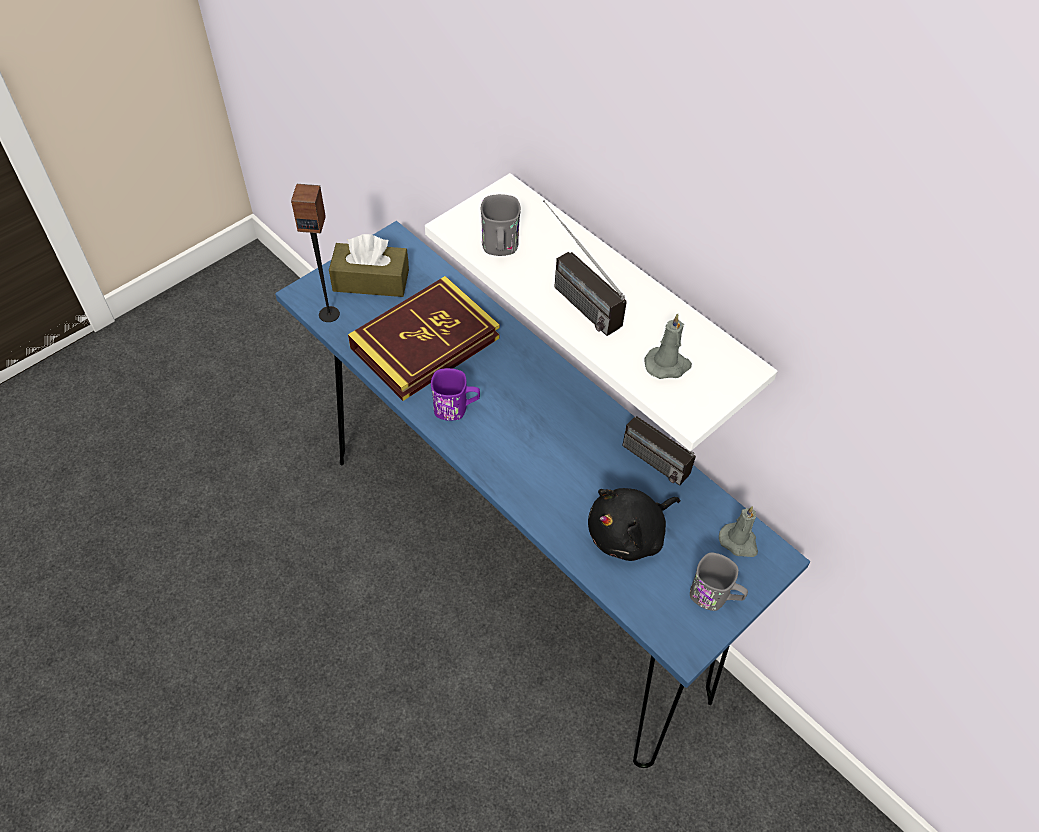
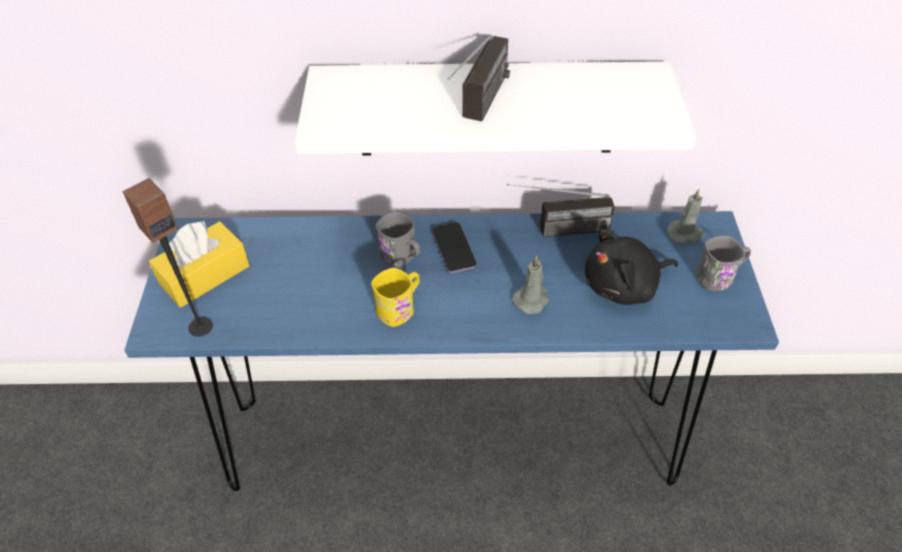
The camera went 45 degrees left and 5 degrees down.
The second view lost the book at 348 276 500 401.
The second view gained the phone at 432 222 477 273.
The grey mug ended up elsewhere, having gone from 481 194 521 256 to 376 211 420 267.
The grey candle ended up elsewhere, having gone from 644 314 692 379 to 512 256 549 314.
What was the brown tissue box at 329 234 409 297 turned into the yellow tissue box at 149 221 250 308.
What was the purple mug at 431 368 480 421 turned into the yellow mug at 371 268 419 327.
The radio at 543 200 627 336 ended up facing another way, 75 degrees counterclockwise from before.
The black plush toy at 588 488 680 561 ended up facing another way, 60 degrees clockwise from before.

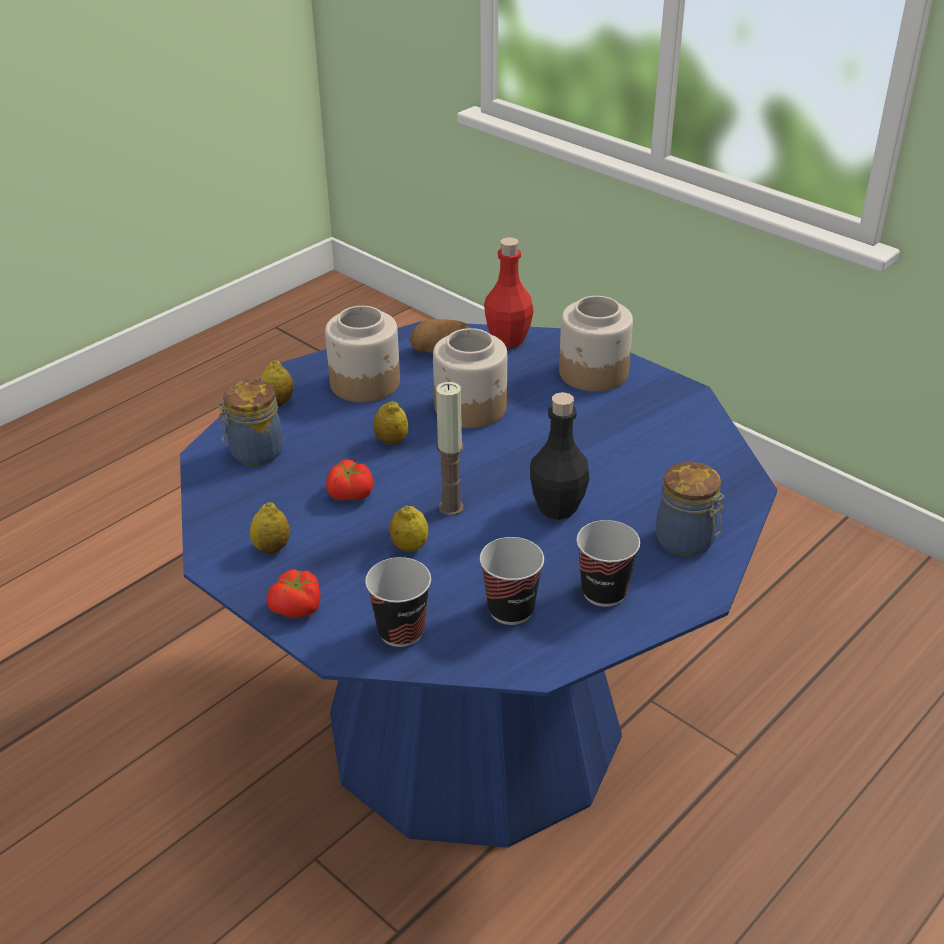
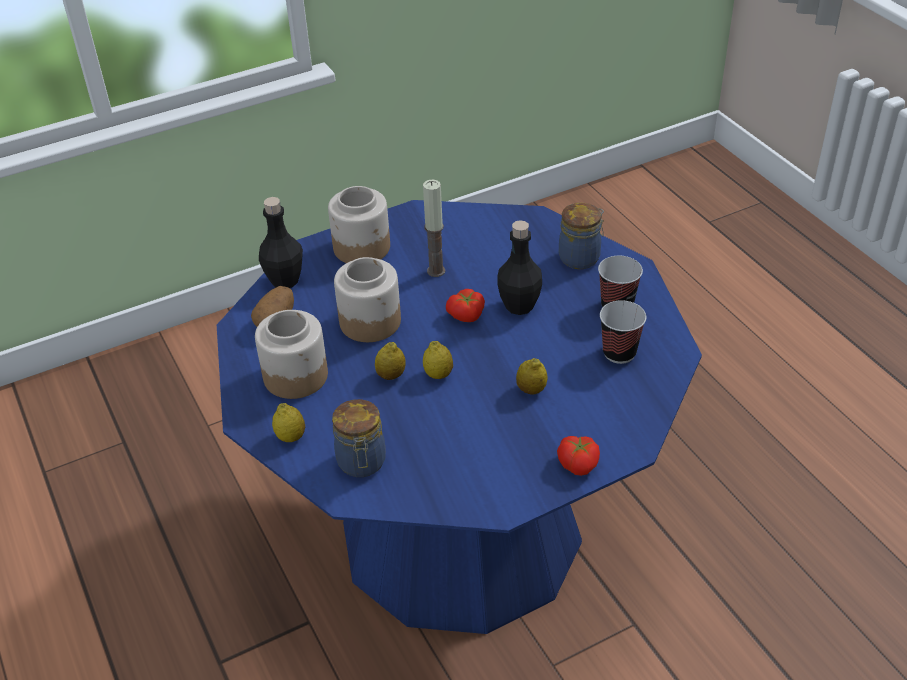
The camera went 70 degrees left and 5 degrees up.
The second view lost the cup at 365 557 431 647.
The lemon ended up elsewhere, having gone from 250 502 290 555 to 423 341 453 379.
The tomato ended up elsewhere, having gone from 326 459 374 501 to 446 289 485 322.
The candle ended up elsewhere, having gone from 436 382 464 516 to 423 180 445 277.
What was the red bottle at 484 237 534 349 turned into the black bottle at 259 197 303 288.

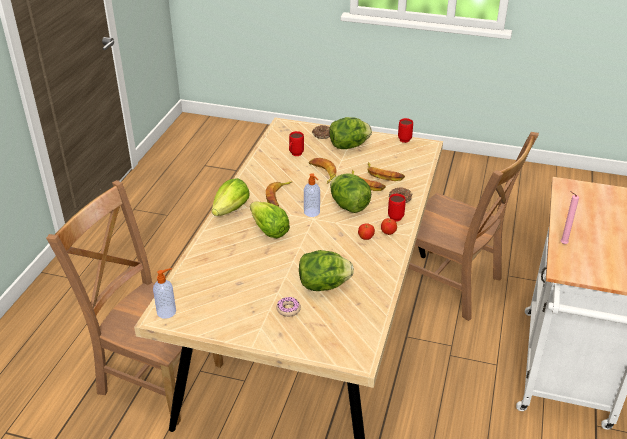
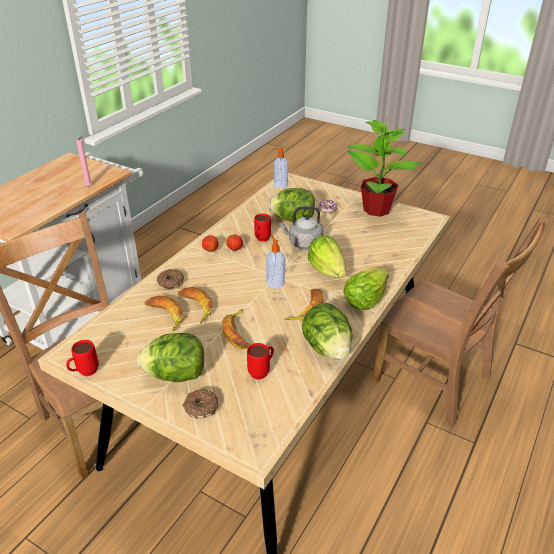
The camera went 165 degrees left and 0 degrees up.
The second view gained the grey kettle at 279 206 323 249.
The second view gained the potted plant at 348 120 423 217.
The soap dispenser ended up elsewhere, having gone from 153 268 176 319 to 272 148 288 188.
The lettuce ended up elsewhere, having gone from 330 173 371 213 to 302 303 352 359.
The red mug ended up elsewhere, having gone from 388 194 406 222 to 254 213 271 242.

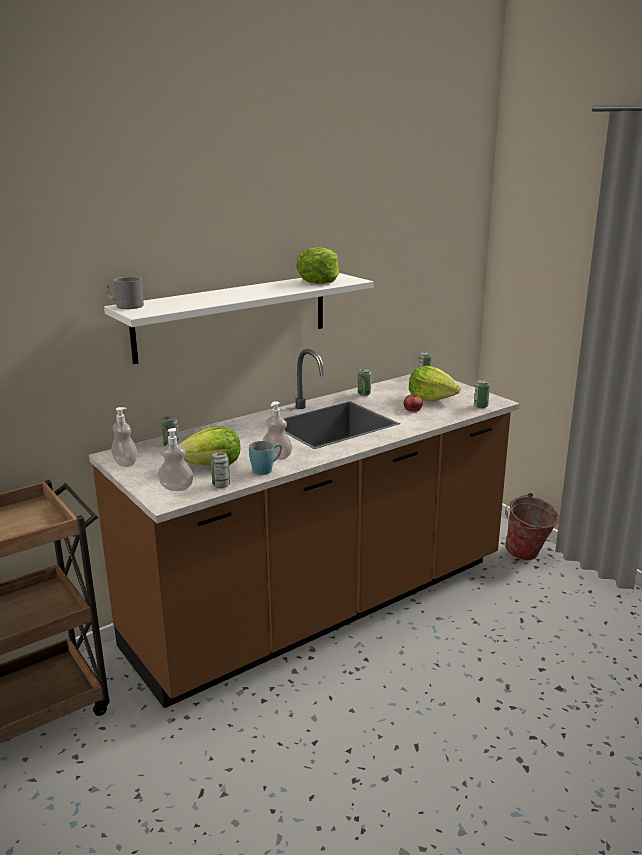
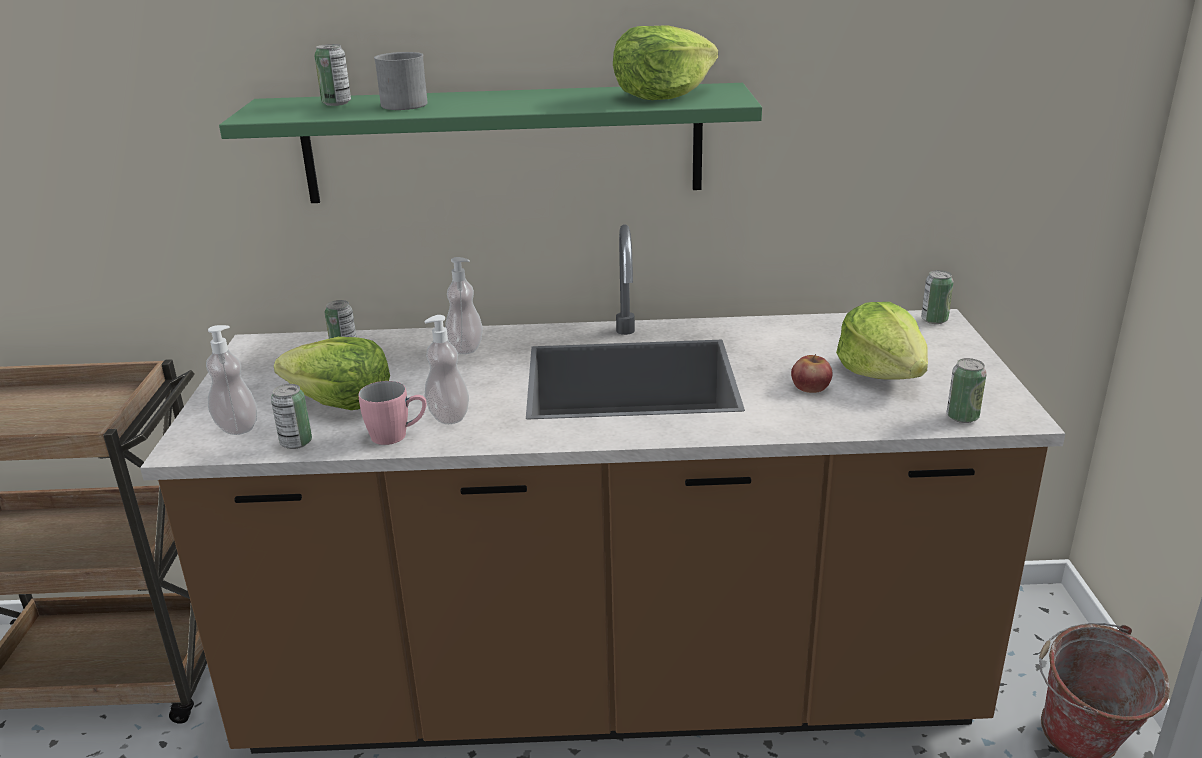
The camera went 35 degrees right and 5 degrees up.
The grey mug ended up elsewhere, having gone from 106 277 144 309 to 374 52 428 110.
The soap dispenser ended up elsewhere, having gone from 111 407 137 467 to 445 257 483 354.
The can ended up elsewhere, having gone from 358 368 371 396 to 314 44 351 106.
What was the white shelf at 104 273 374 364 turned into the green shelf at 219 83 762 203.
What was the blue mug at 249 441 282 475 turned into the pink mug at 358 381 427 445.

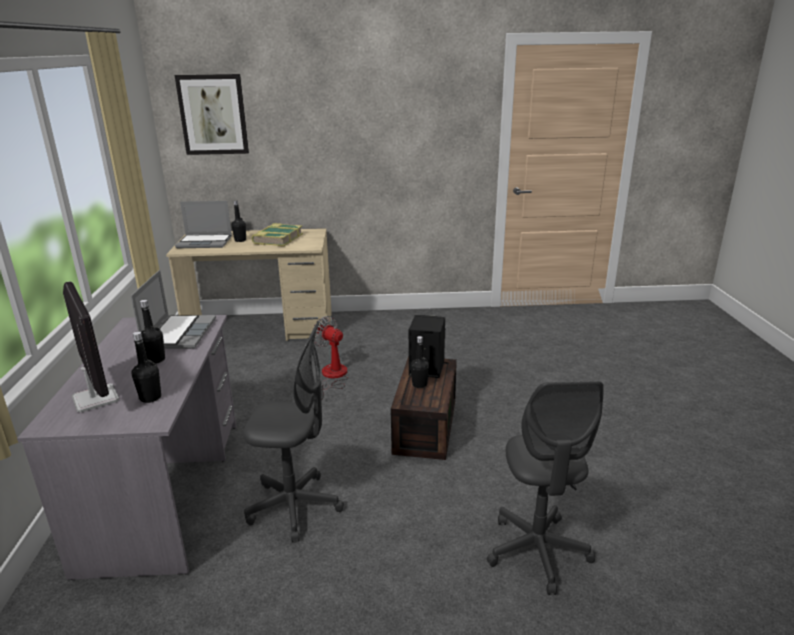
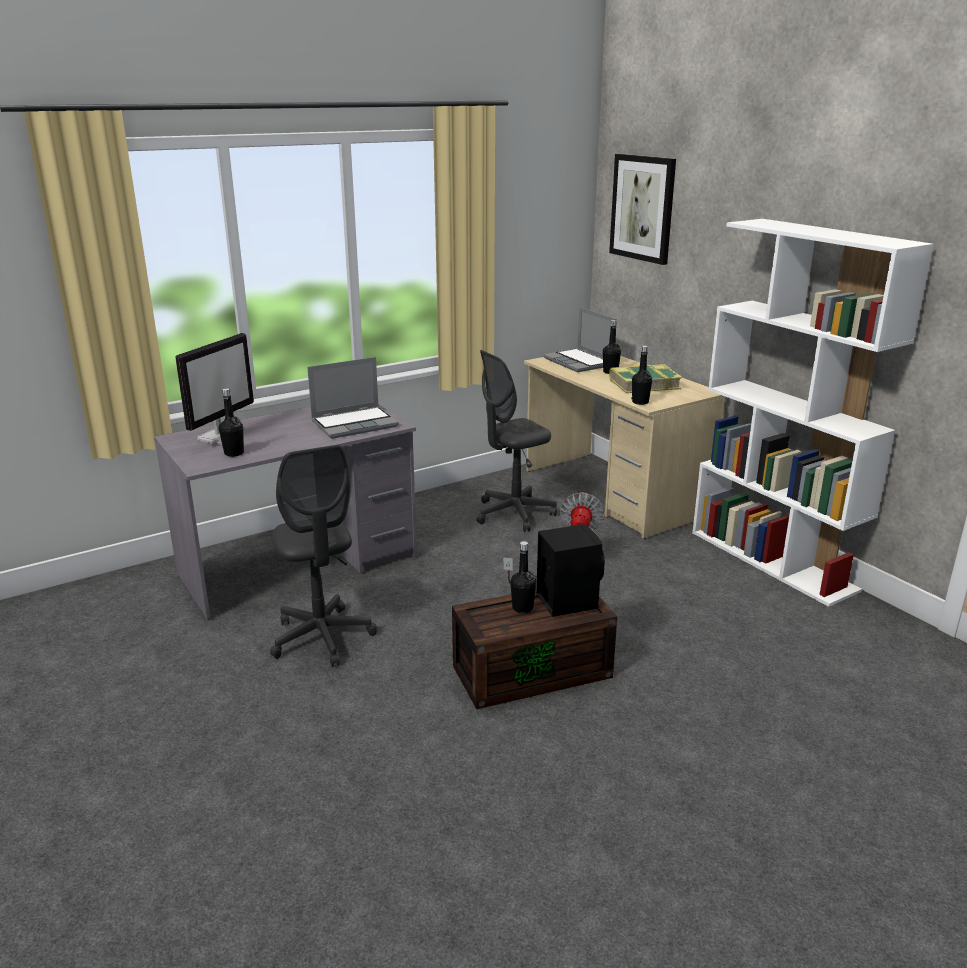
The camera went 60 degrees right and 0 degrees up.
The second view gained the white bookcase at 692 219 934 607.
The black bottle ended up elsewhere, having gone from 140 300 165 364 to 632 345 652 405.
The grey office chair ended up elsewhere, having gone from 487 381 604 595 to 477 350 557 532.

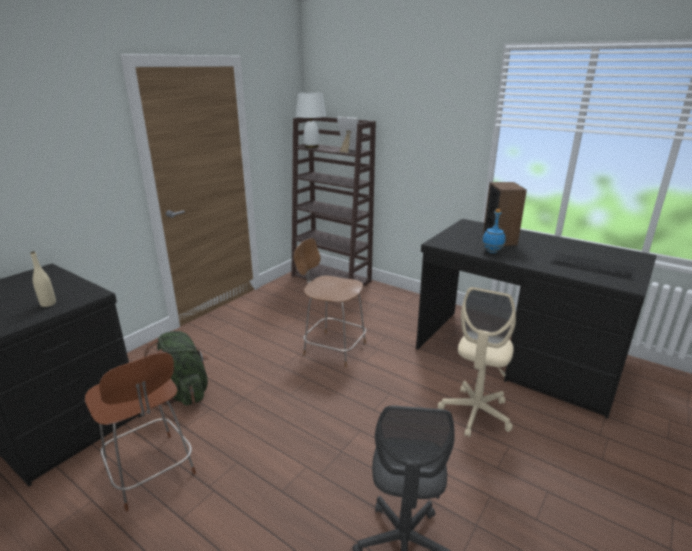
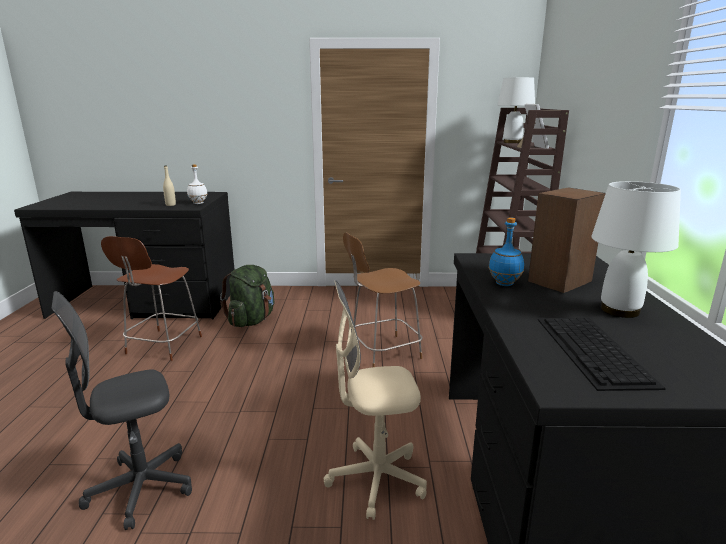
The camera went 55 degrees right and 5 degrees down.
The second view gained the white bottle at 187 164 207 204.
The second view gained the white table lamp at 591 181 681 318.
The brown chair at 294 238 366 368 ended up facing another way, 105 degrees counterclockwise from before.

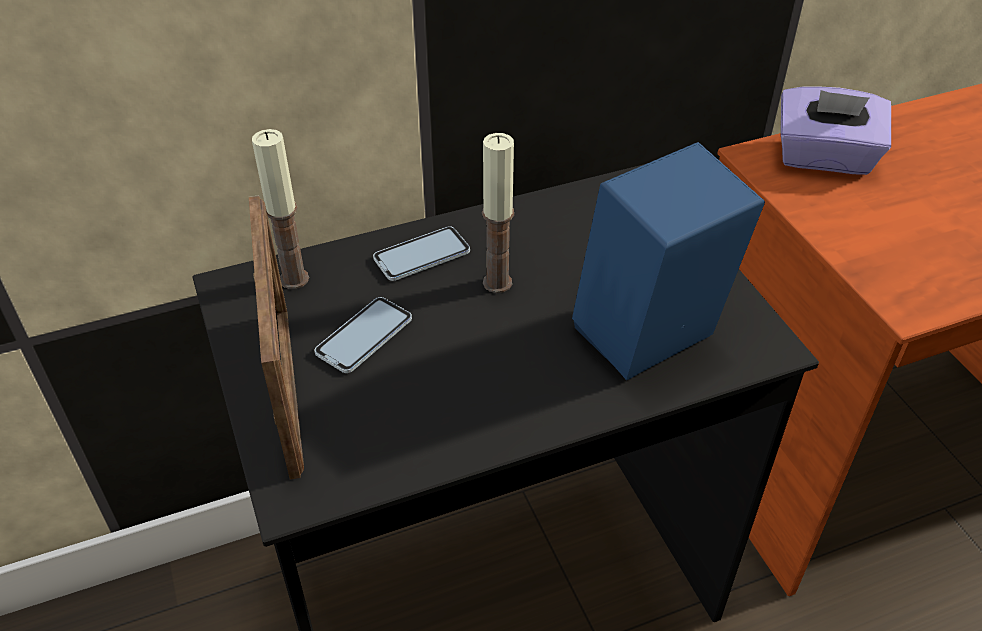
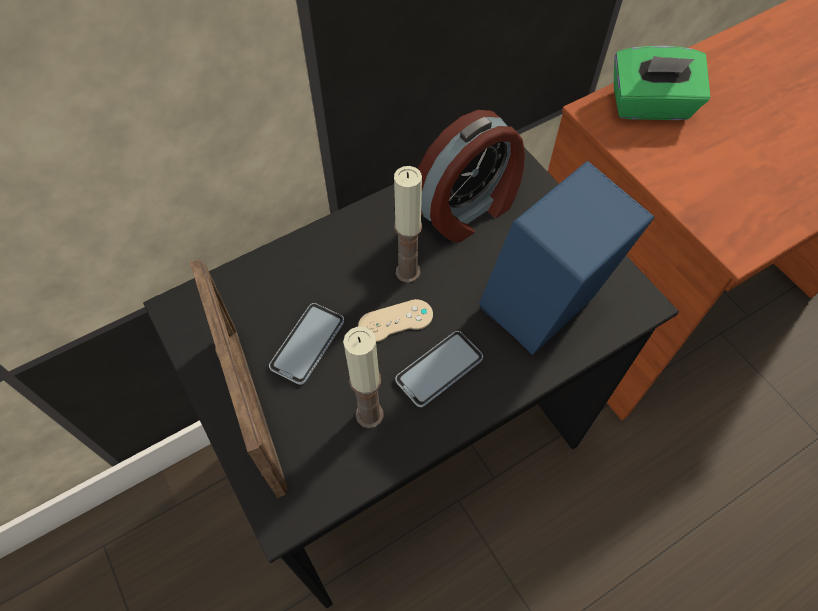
The camera went 10 degrees left and 15 degrees up.
The second view gained the beige game controller at 358 299 433 342.
The second view gained the alarm clock at 418 110 525 242.
The candle ended up elsewhere, having gone from 252 129 309 289 to 343 327 384 428.
The phone ended up elsewhere, having gone from 373 226 470 281 to 395 331 483 407.
What was the purple tissue box at 781 86 891 175 turned into the green tissue box at 614 46 710 120.

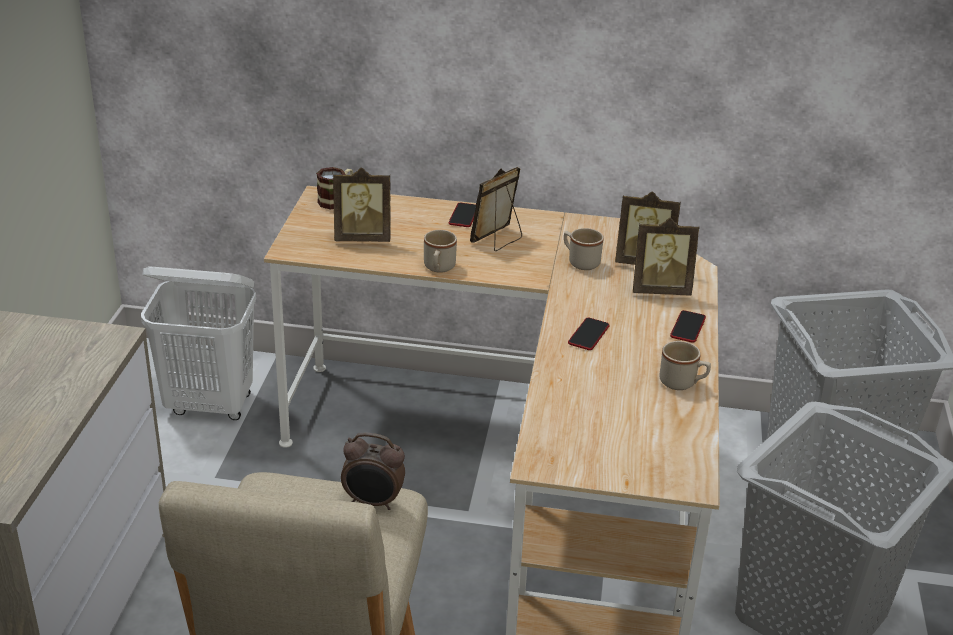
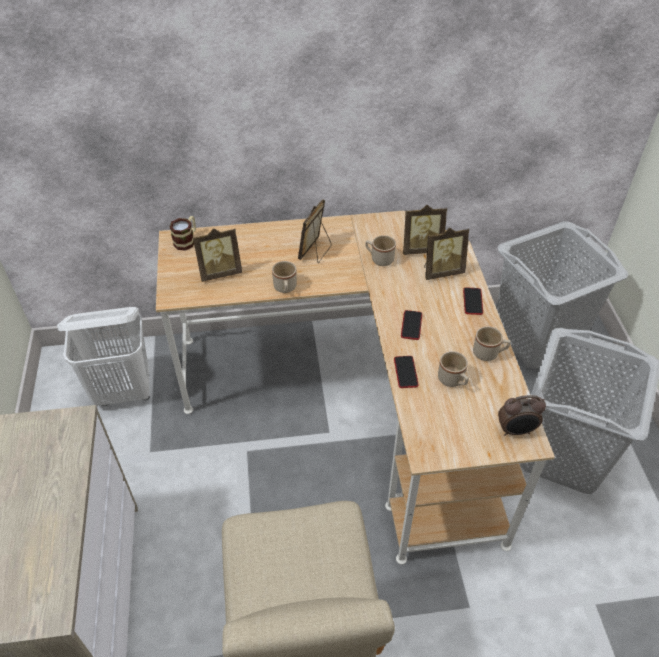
The camera went 15 degrees left and 15 degrees up.
The second view gained the beige mug at 438 351 469 387.
The alarm clock ended up elsewhere, having gone from 341 432 405 510 to 498 395 546 436.
The phone ended up elsewhere, having gone from 448 203 476 227 to 394 356 419 388.

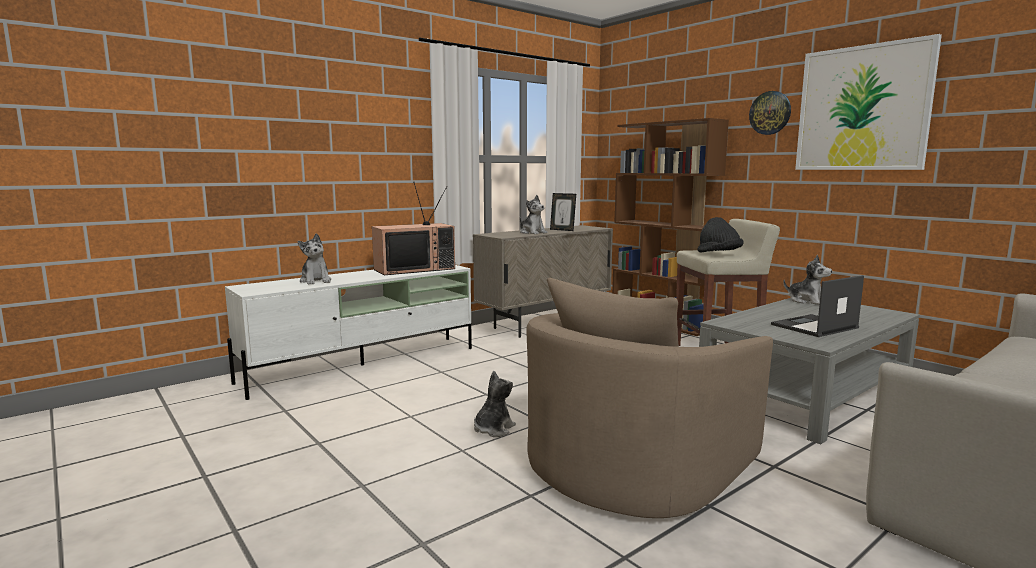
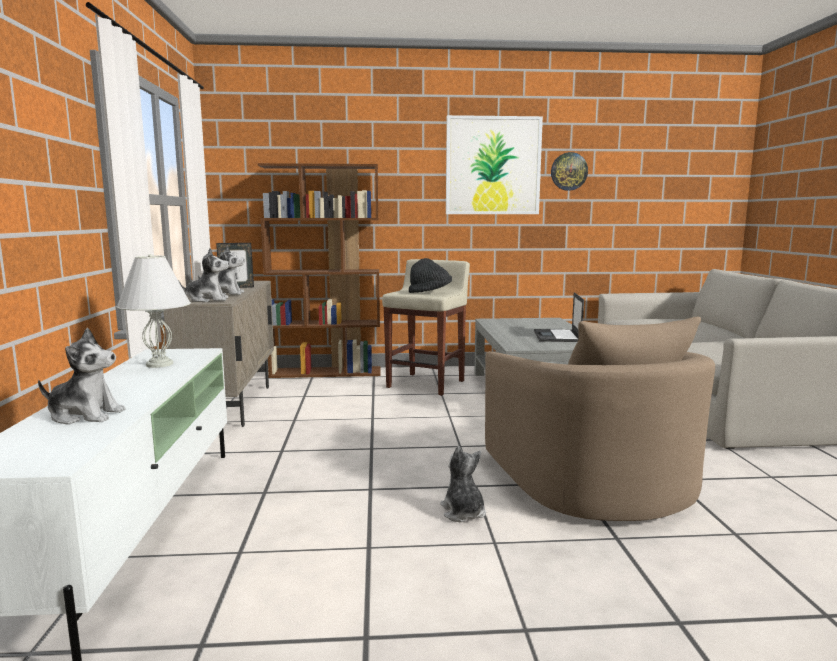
The camera went 55 degrees left and 0 degrees up.
The wall clock ended up elsewhere, having gone from 749 91 791 135 to 551 152 588 191.
The plush toy ended up elsewhere, having gone from 783 255 832 305 to 178 248 229 302.
Where the television stood at 372 183 455 275, the white table lamp came to stand at 116 254 191 368.

